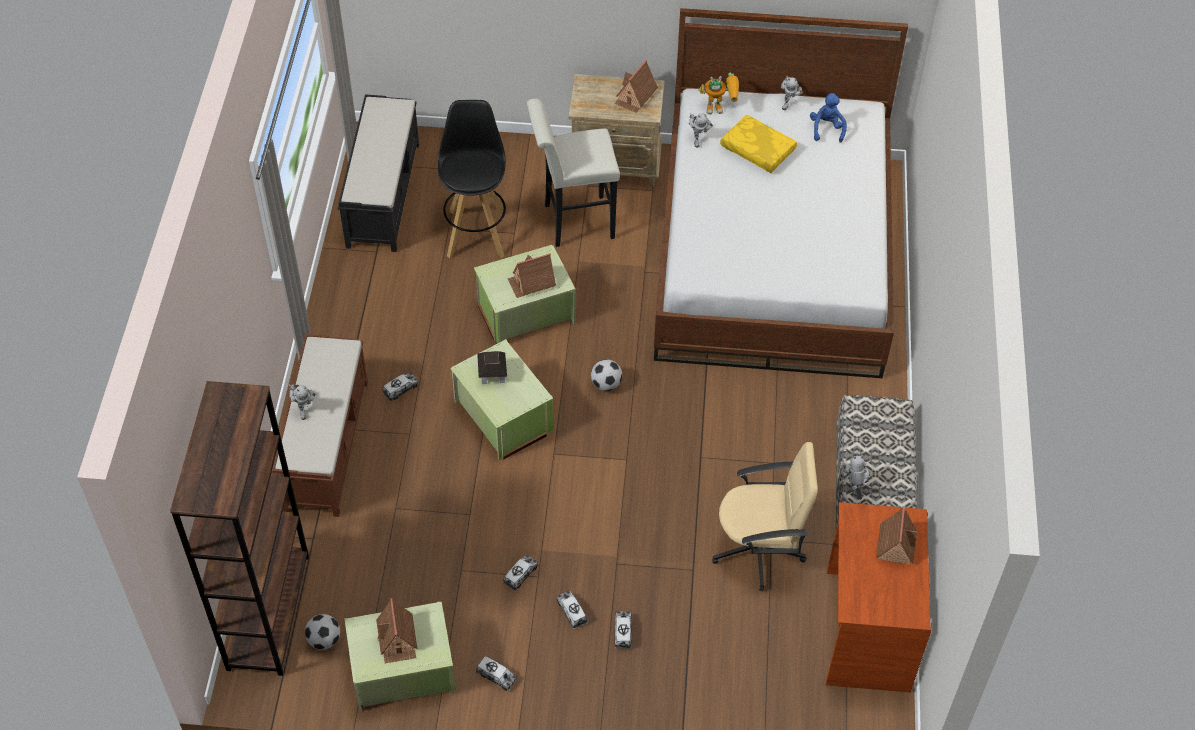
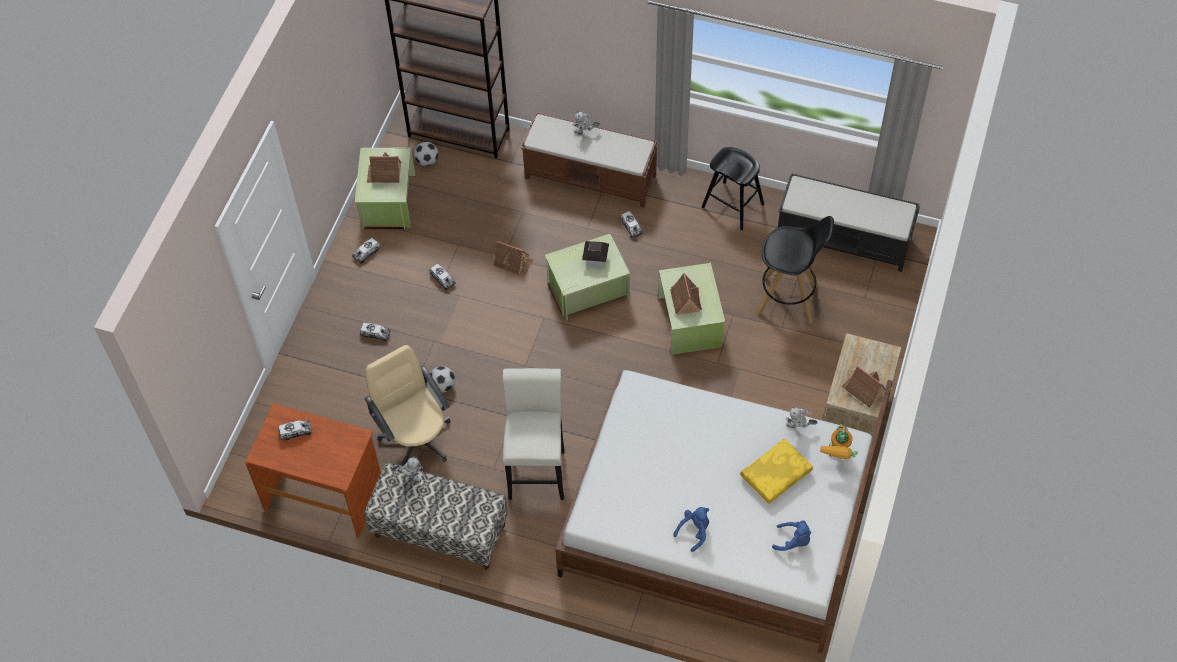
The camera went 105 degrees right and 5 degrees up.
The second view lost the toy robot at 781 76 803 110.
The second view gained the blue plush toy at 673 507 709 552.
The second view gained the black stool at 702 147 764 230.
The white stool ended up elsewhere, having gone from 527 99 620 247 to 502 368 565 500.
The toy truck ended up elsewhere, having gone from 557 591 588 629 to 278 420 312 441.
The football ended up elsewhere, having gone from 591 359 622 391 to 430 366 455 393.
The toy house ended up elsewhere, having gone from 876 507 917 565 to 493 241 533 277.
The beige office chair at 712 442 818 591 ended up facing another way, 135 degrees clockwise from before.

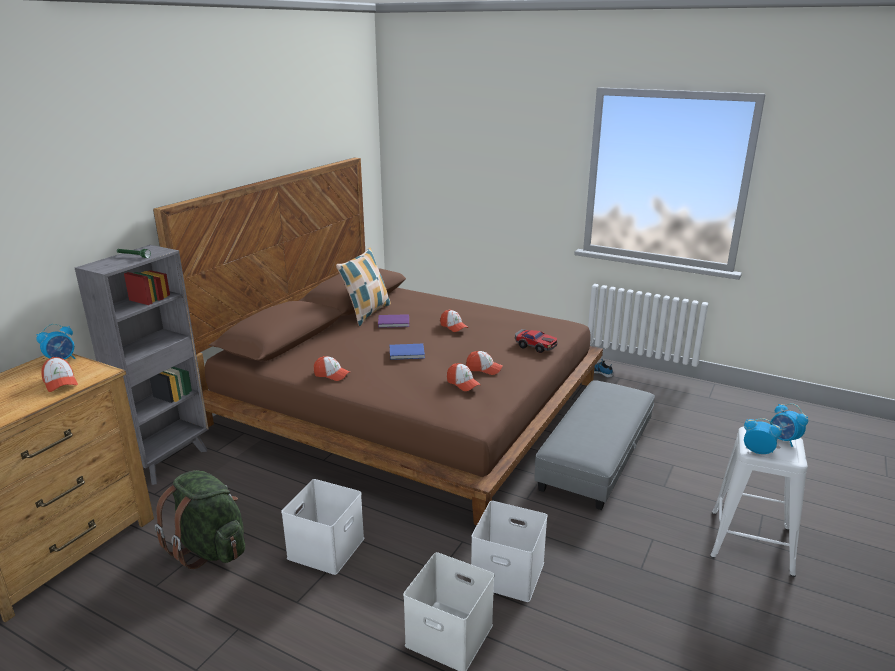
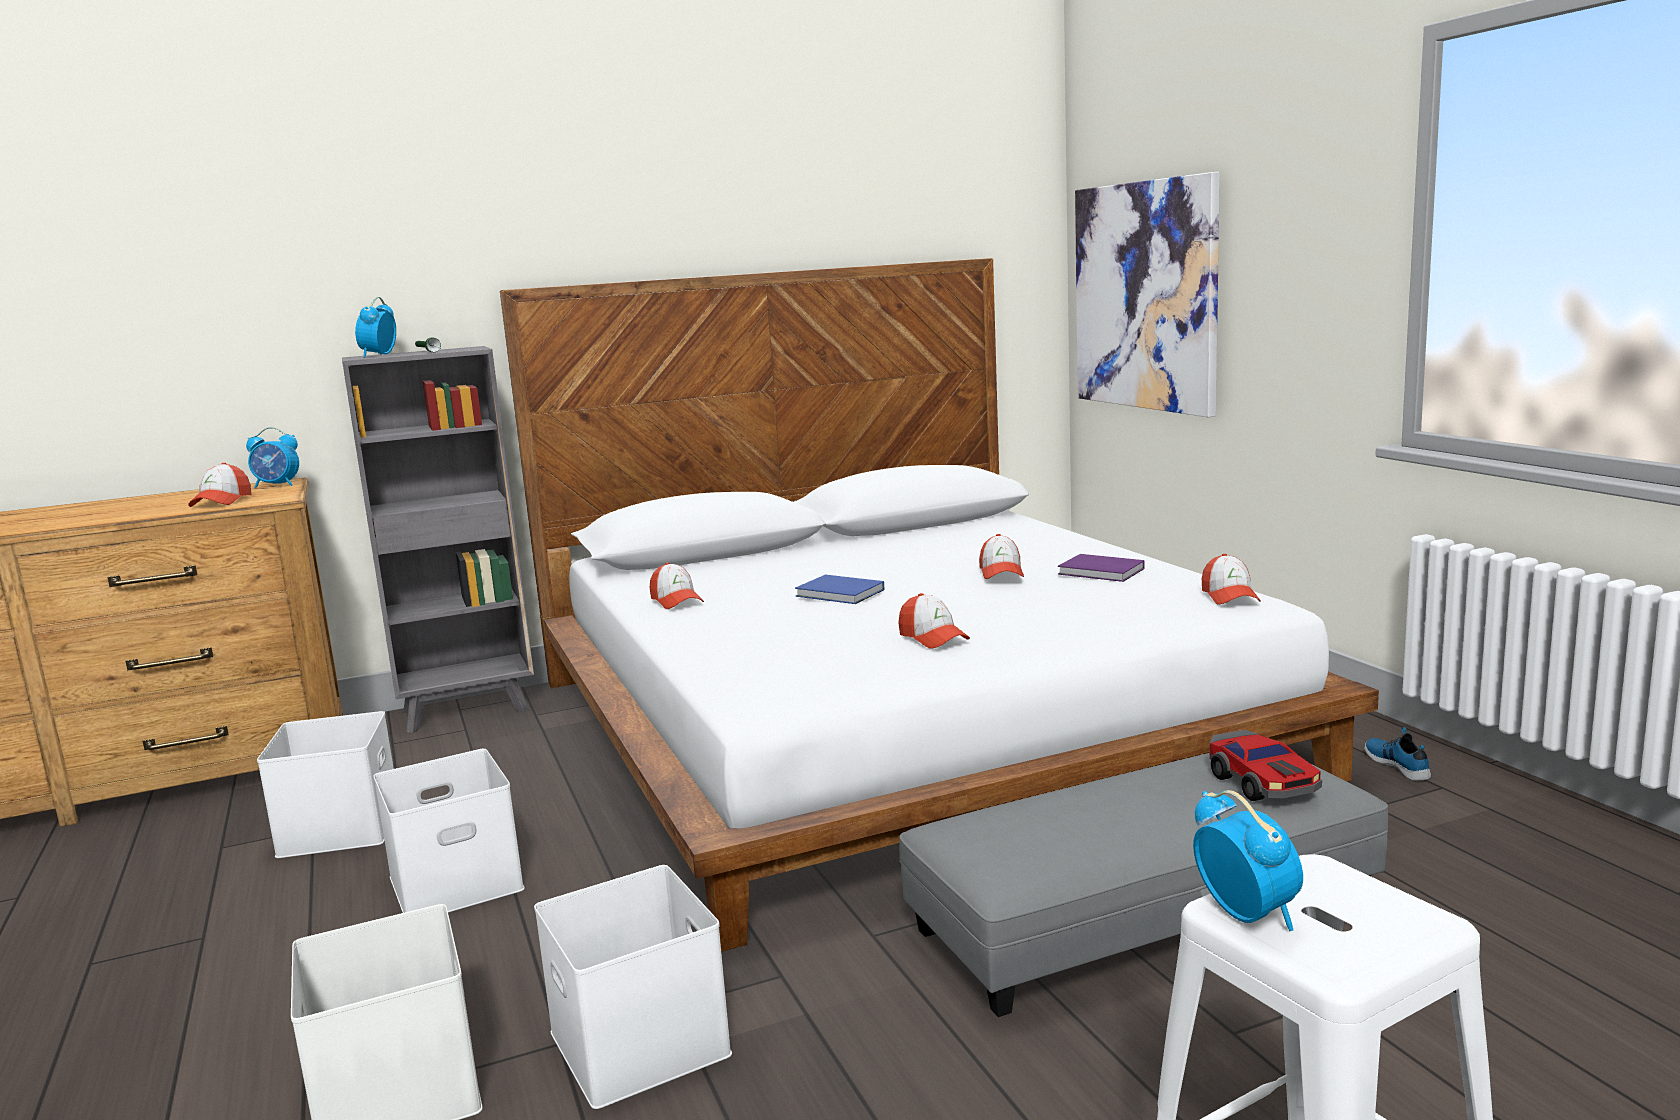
The camera went 40 degrees right and 10 degrees down.
The second view lost the pillow at 336 248 391 326.
The second view gained the picture at 1075 172 1220 417.
The purple book ended up elsewhere, having gone from 378 314 409 328 to 1058 554 1145 582.
The cap ended up elsewhere, having gone from 447 363 481 391 to 1202 554 1261 604.
The toy car ended up elsewhere, having gone from 515 329 557 353 to 1210 729 1322 801.
The alarm clock ended up elsewhere, having gone from 770 404 808 447 to 355 297 396 358.
Where the green backpack stood at 155 470 245 569, the white storage box came to stand at 257 711 394 858.
What was the brown bed at 153 157 603 525 turned into the white bed at 500 258 1379 952.

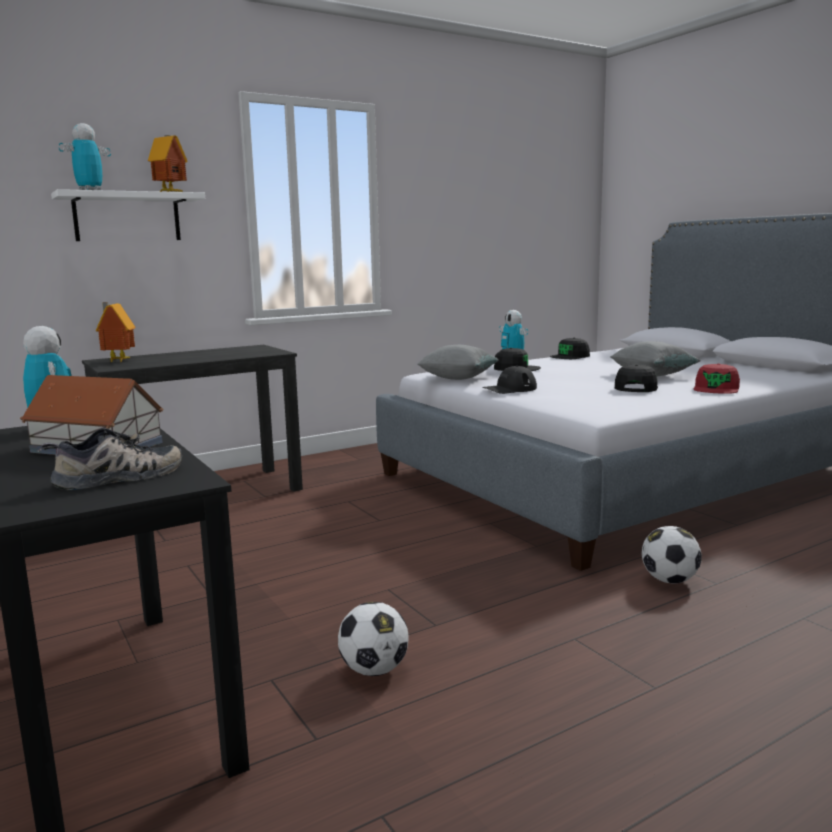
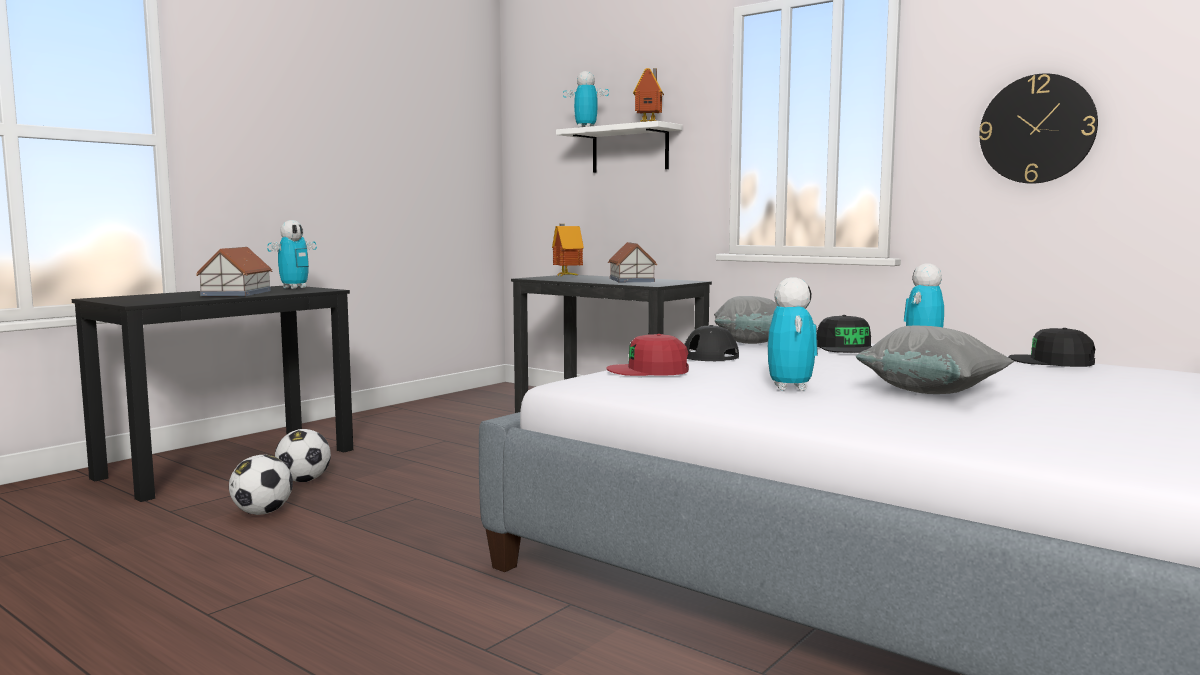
The camera went 70 degrees right and 5 degrees down.
The second view lost the shoe at 41 428 182 490.
The second view gained the toy house at 608 242 657 282.
The second view gained the wall clock at 979 73 1098 184.
The football ended up elsewhere, having gone from 641 526 702 583 to 275 429 331 482.
The red cap ended up elsewhere, having gone from 694 363 740 394 to 606 334 689 376.
Where the black cap stood at 615 365 658 392, the toy robot came to stand at 768 277 818 391.

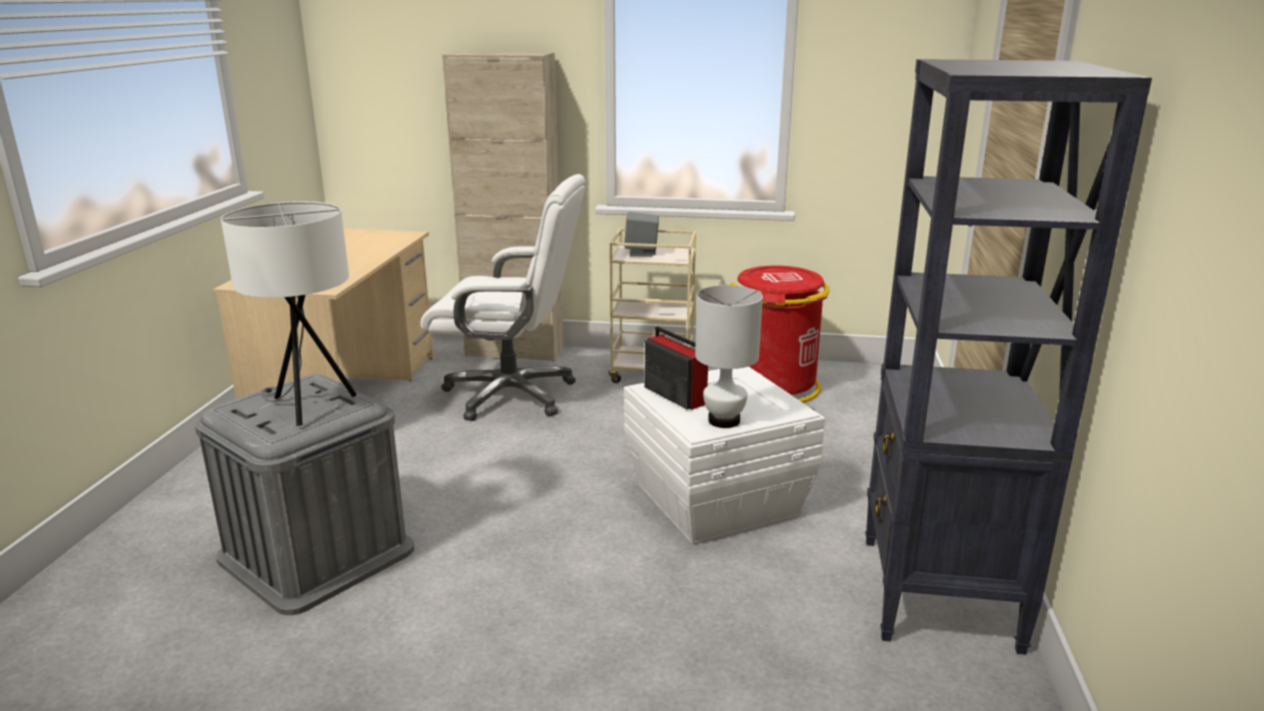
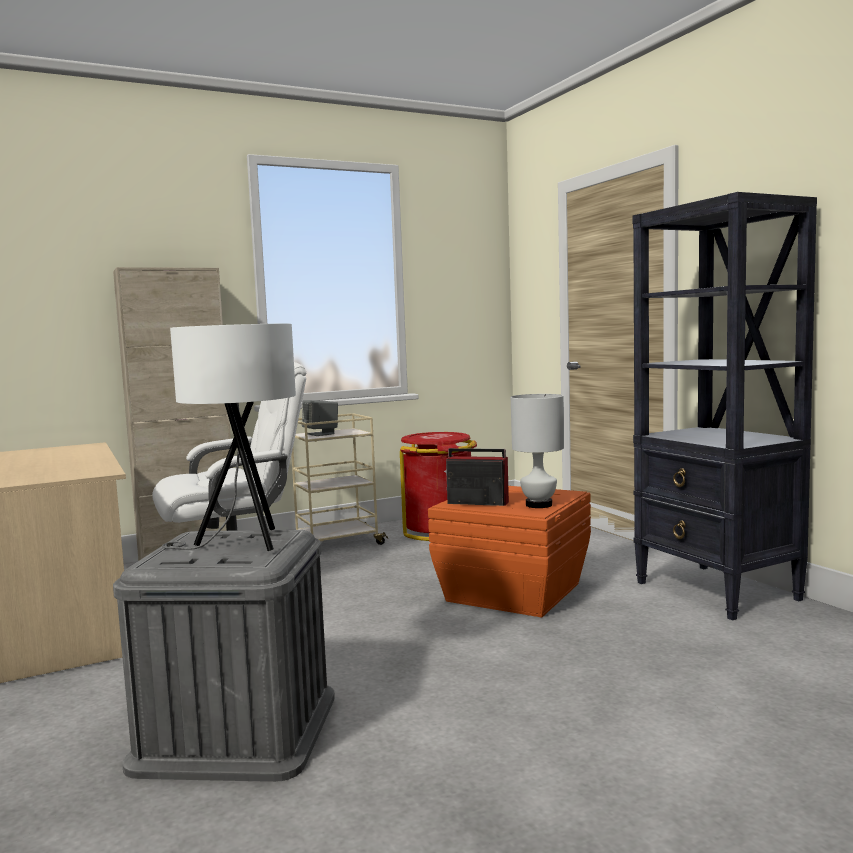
The camera went 35 degrees left and 15 degrees down.
What was the white storage box at 624 367 825 545 turned into the orange storage box at 428 486 591 618.

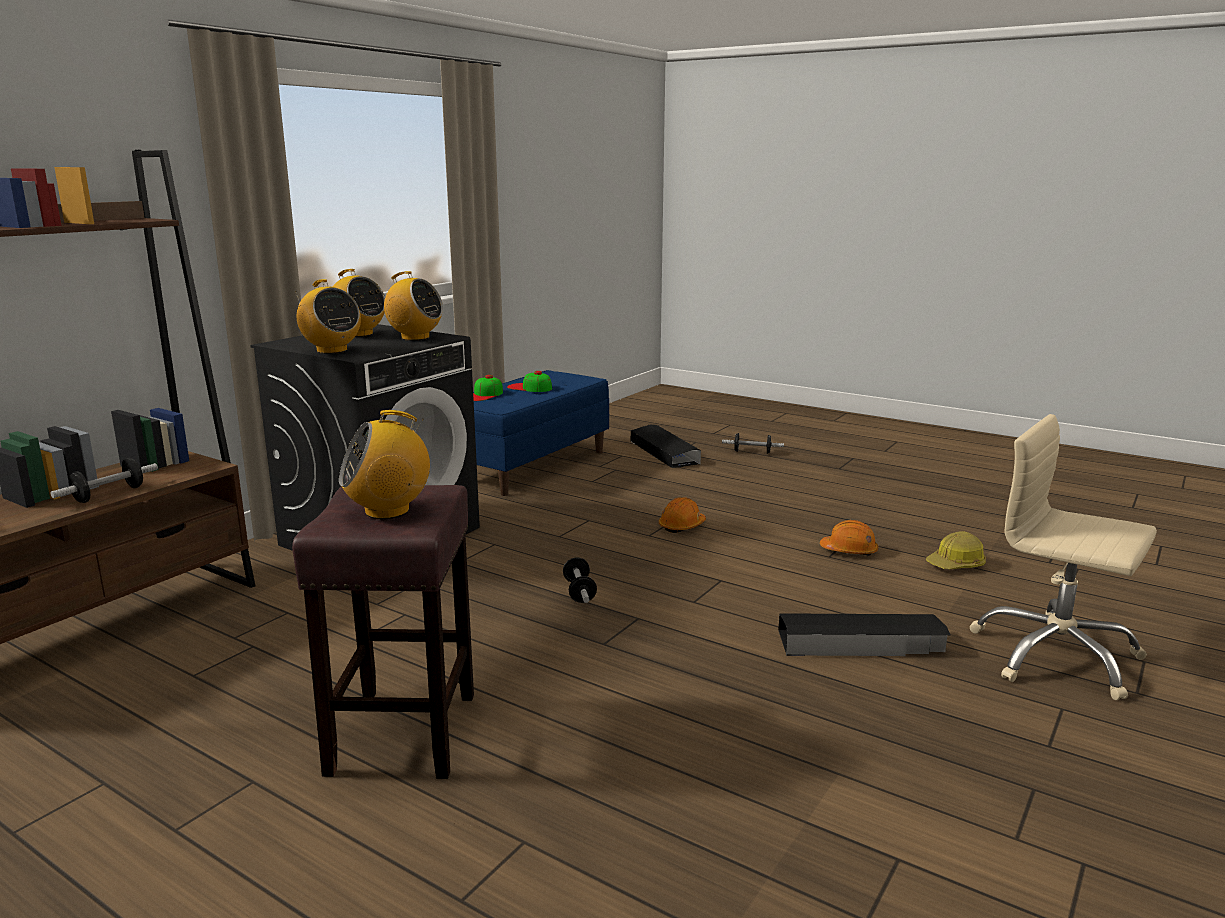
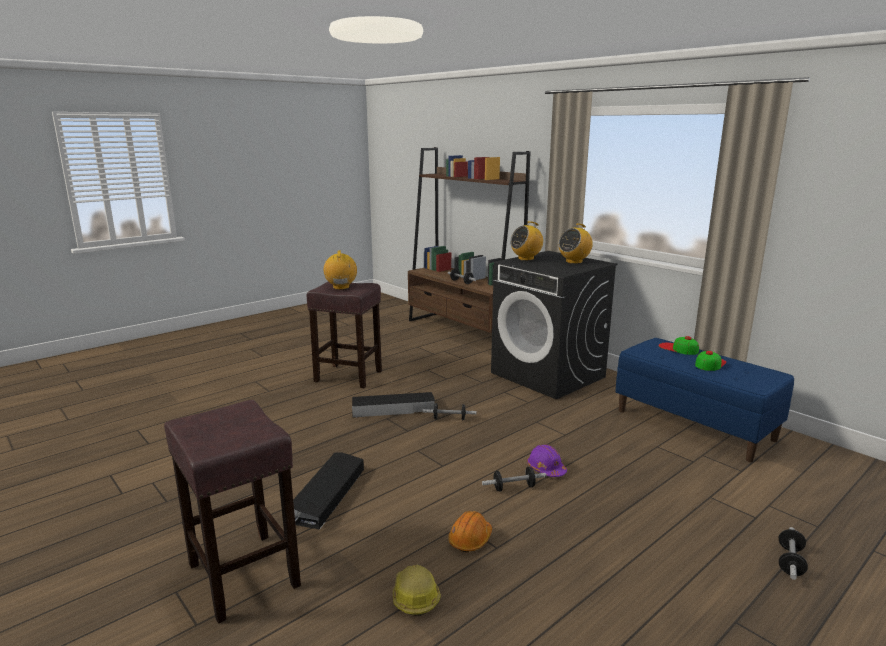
The camera went 105 degrees right and 0 degrees up.
The second view lost the radio at 377 271 443 341.
The second view gained the dumbbell at 482 467 546 492.
The black storage box ended up elsewhere, having gone from 630 425 701 468 to 352 392 435 417.
Where the beige office chair stood at 970 414 1157 700, the brown stool came to stand at 164 400 301 624.
What was the orange hard hat at 659 497 706 533 turned into the purple hard hat at 527 445 567 477.

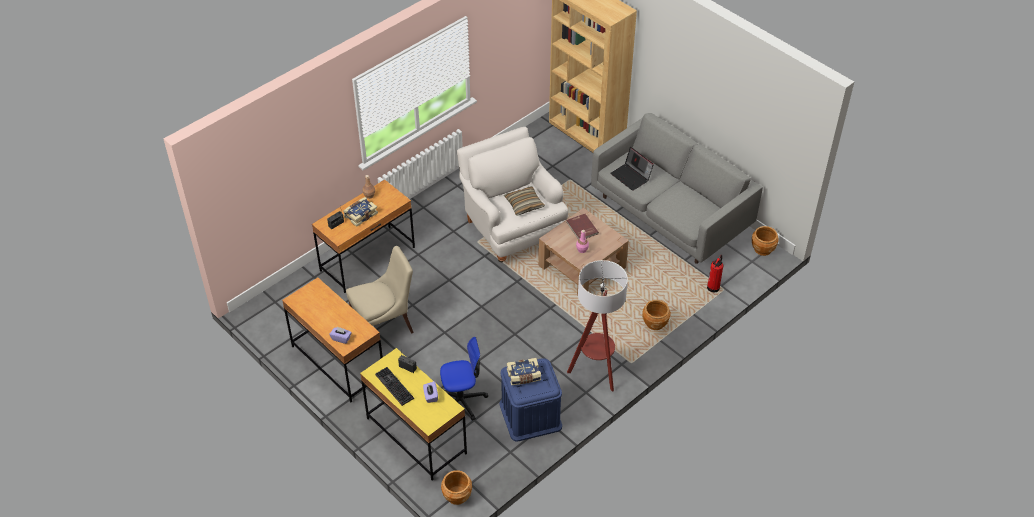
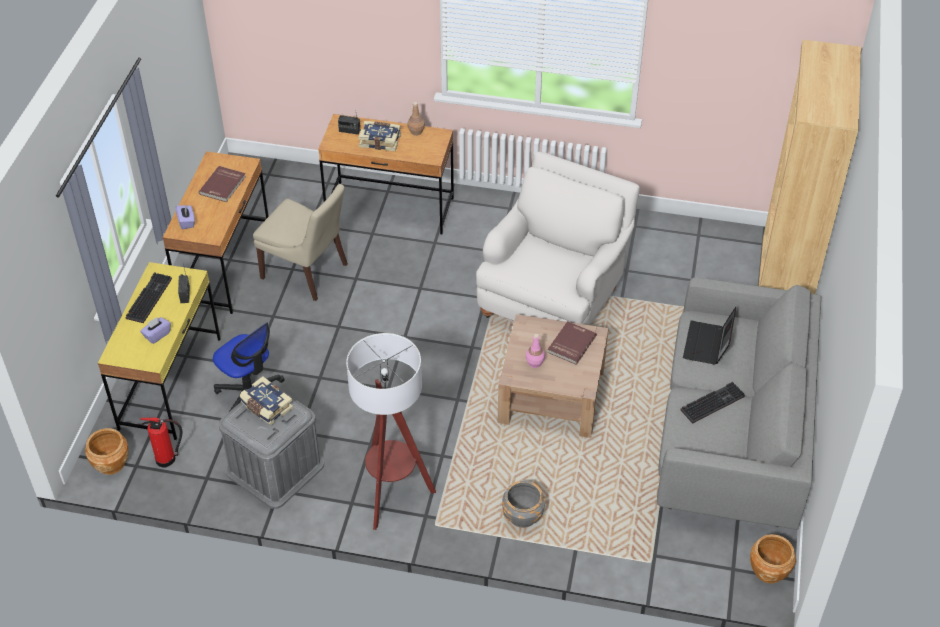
The camera went 55 degrees right and 0 degrees up.
The second view lost the pillow at 504 186 545 216.
The second view gained the red book at 199 166 246 202.
The second view gained the keyboard at 681 382 745 424.
The fire extinguisher ended up elsewhere, having gone from 707 255 724 292 to 140 417 183 467.
What was the blue storage box at 500 358 562 442 turned into the grey storage box at 219 389 324 509.
What was the brown planter at 642 300 671 330 turned into the grey planter at 502 481 545 528.

